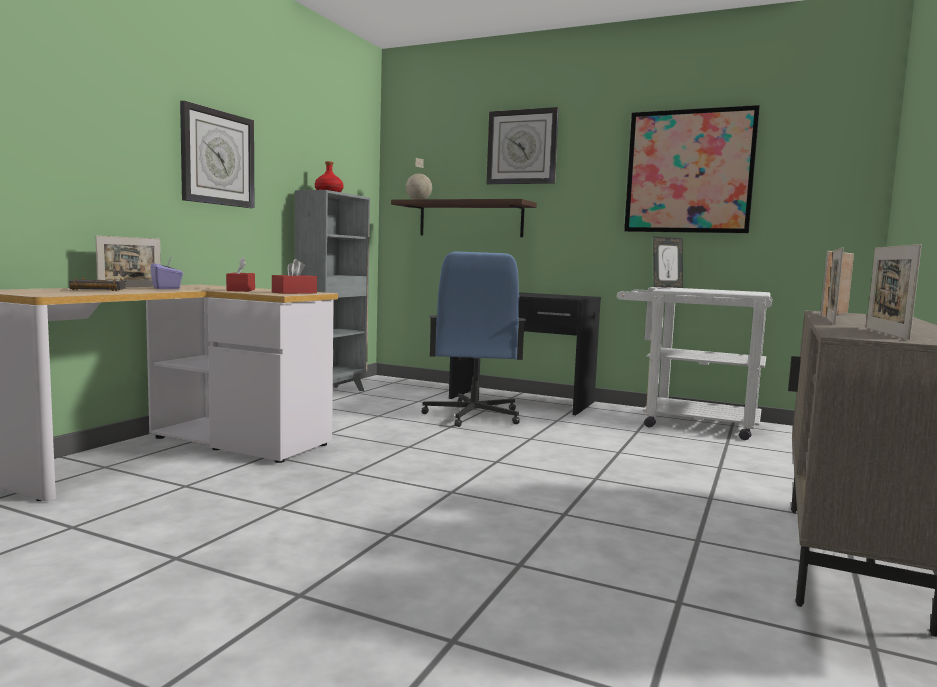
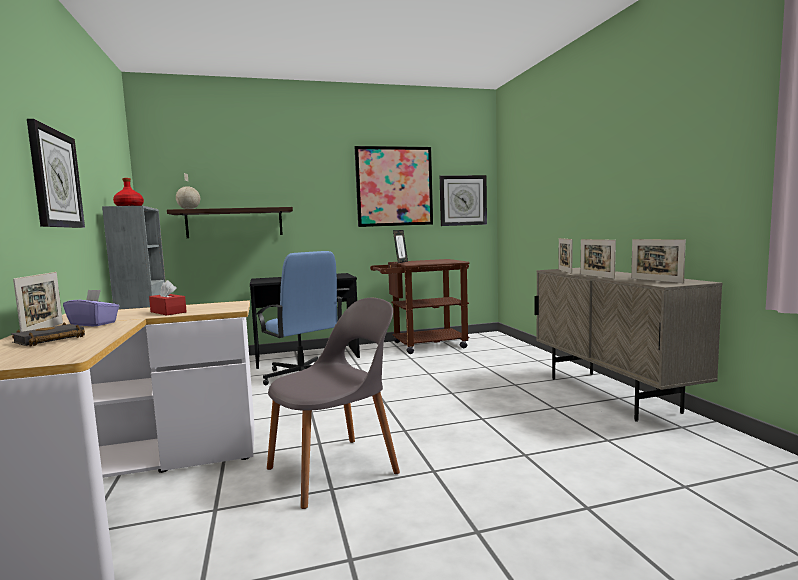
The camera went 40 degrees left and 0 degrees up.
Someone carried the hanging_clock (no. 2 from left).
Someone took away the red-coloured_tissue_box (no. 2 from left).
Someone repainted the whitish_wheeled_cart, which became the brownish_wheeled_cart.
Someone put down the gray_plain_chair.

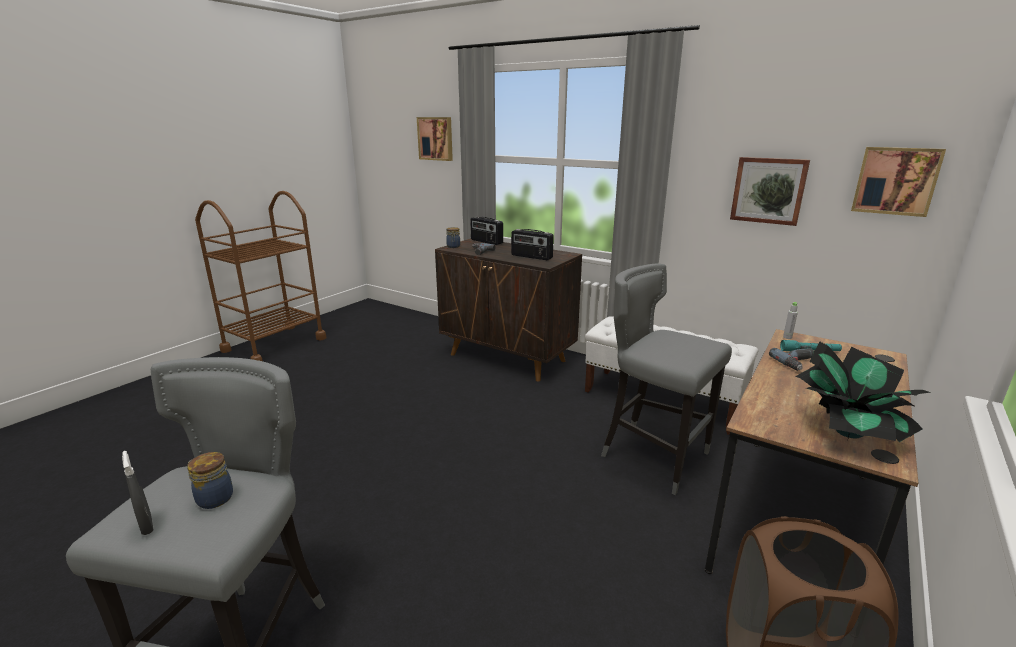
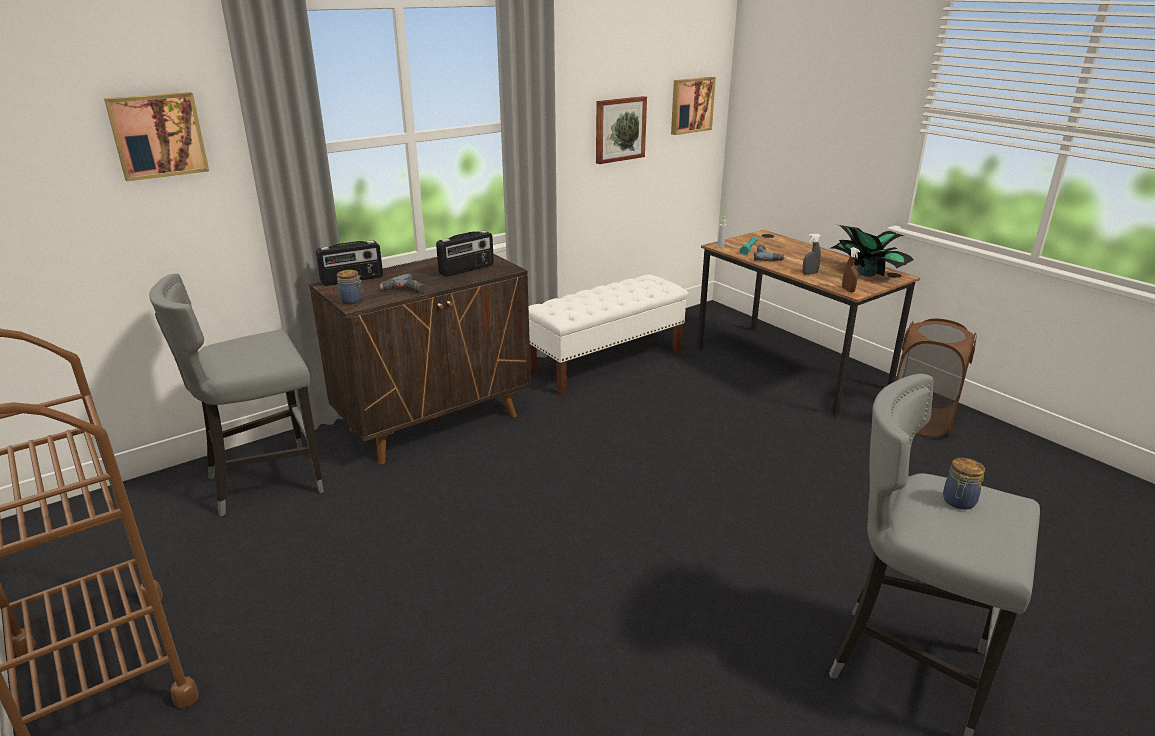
The camera went 70 degrees left and 5 degrees up.
Someone carried the gray_stool (no. 2 from left in the first image).
Someone carried the gray_spray_bottle.
Someone put down the brownish_spray_bottle.

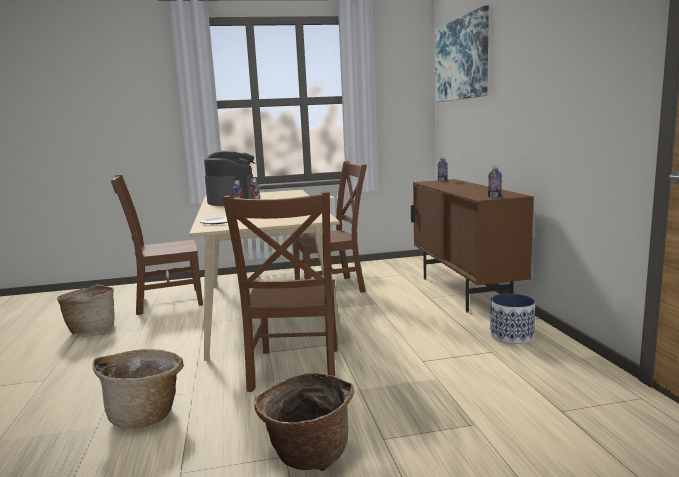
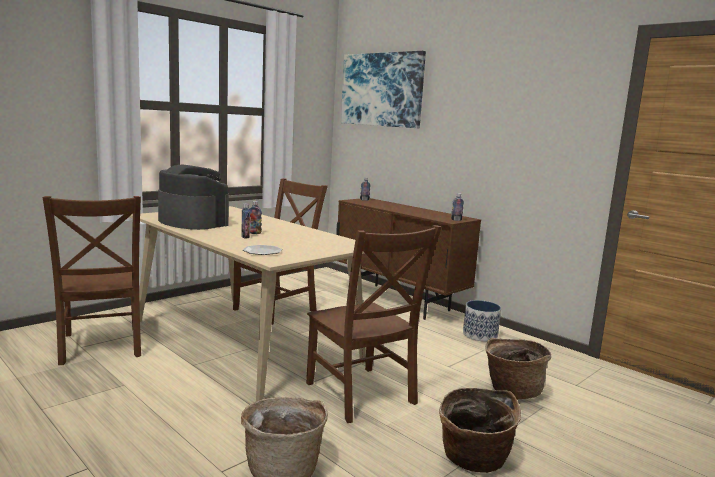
The camera went 35 degrees left and 0 degrees up.
Someone rotated the brownish_plain_chair (no. 1 from left) by 60 degrees counterclockwise.
Someone carried the basket (no. 1 from left in the first image).

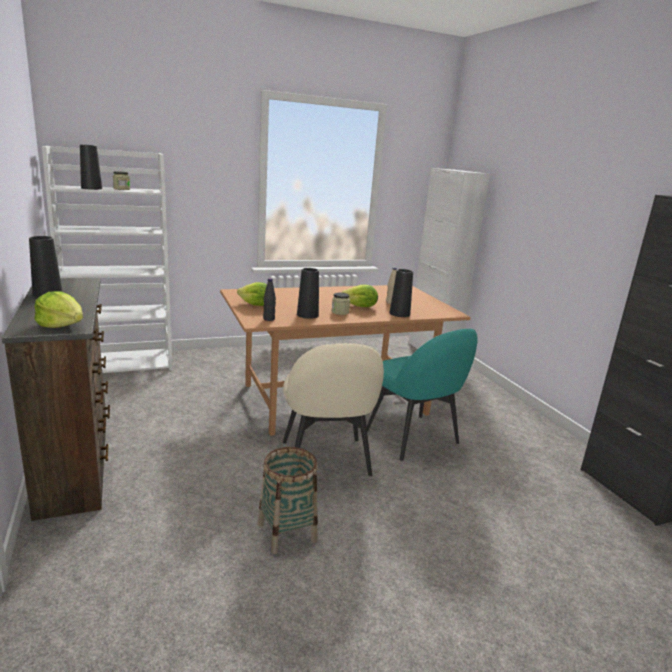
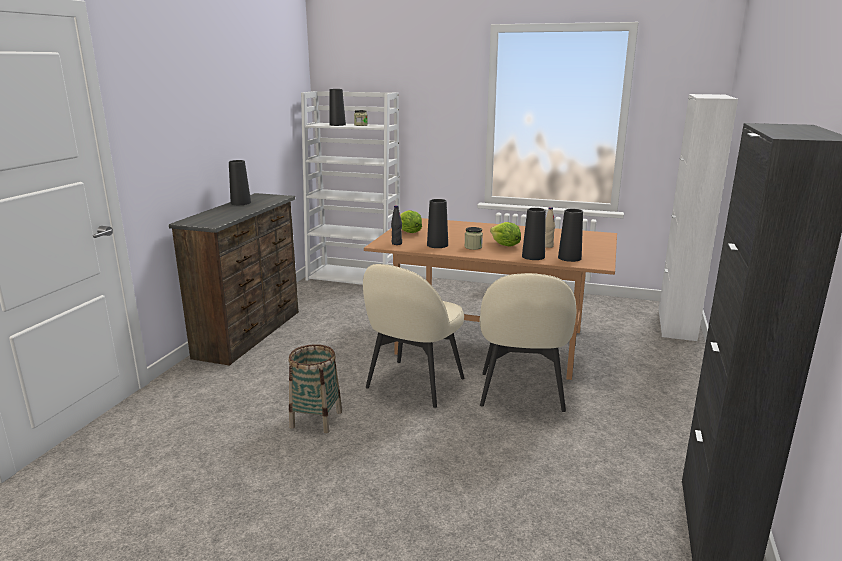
The camera went 40 degrees right and 0 degrees up.
Someone took away the head_of_lettuce (no. 1 from left).
Someone repainted the turquoise-coloured_plain_chair, which became the beige-coloured_plain_chair (no. 2 from left).
Someone put down the black_flower_vase (no. 5 from left).

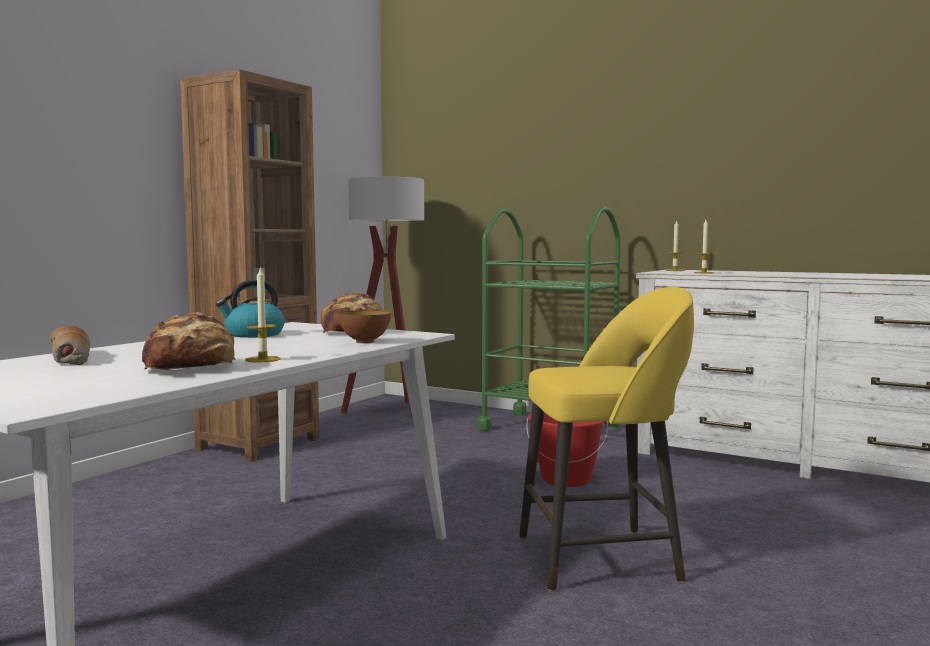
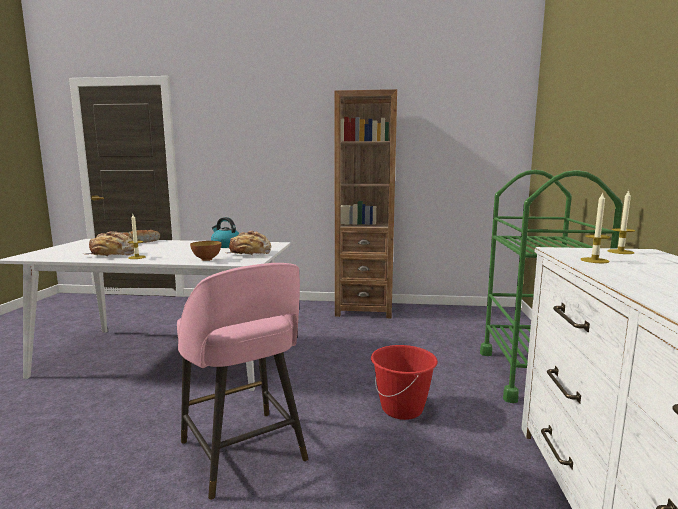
The camera went 65 degrees right and 5 degrees up.
Someone took away the floor_lamp.
Someone repainted the yellow_stool, which became the pink-coloured_stool.

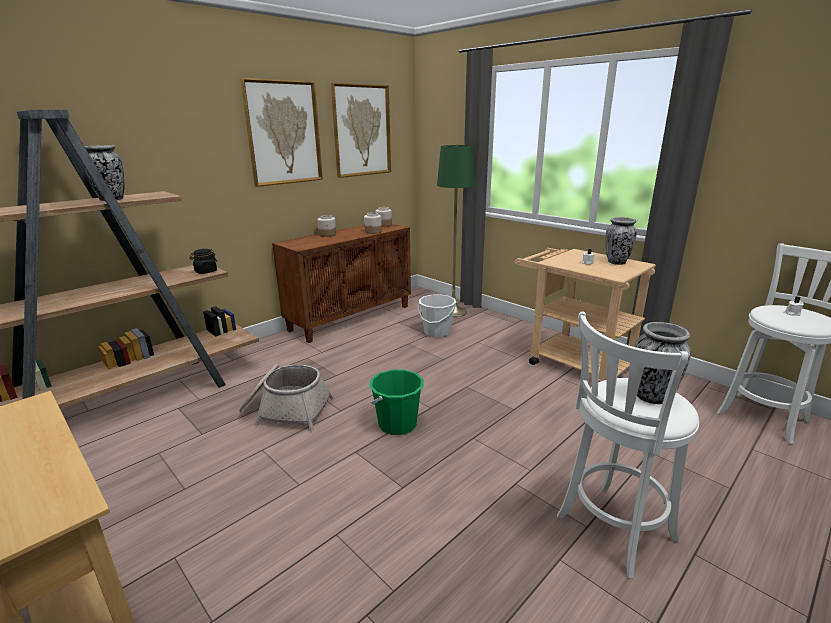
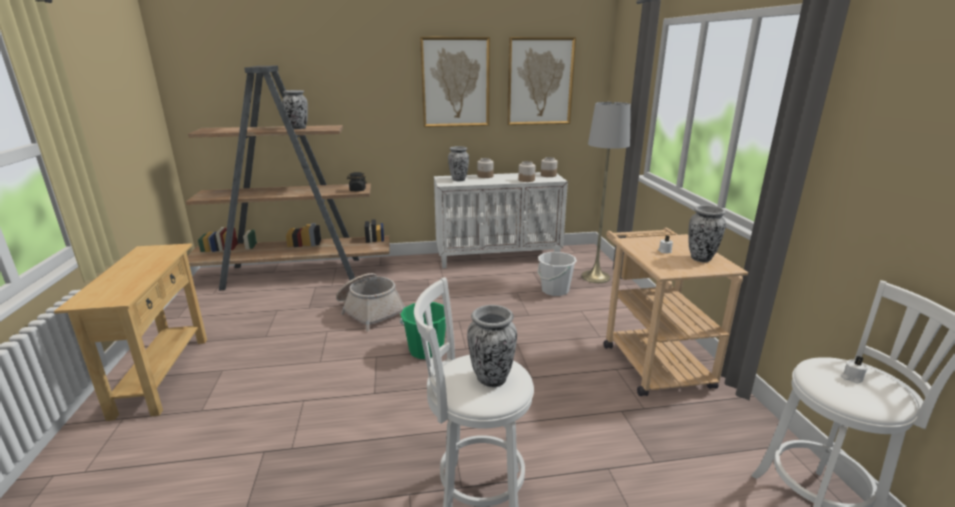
The camera went 35 degrees right and 0 degrees up.
Someone repainted the green_floor_lamp, which became the gray_floor_lamp.
Someone repainted the brownish_cupboard, which became the whitish_cupboard.
Someone put down the flower_vase (no. 2 from left).

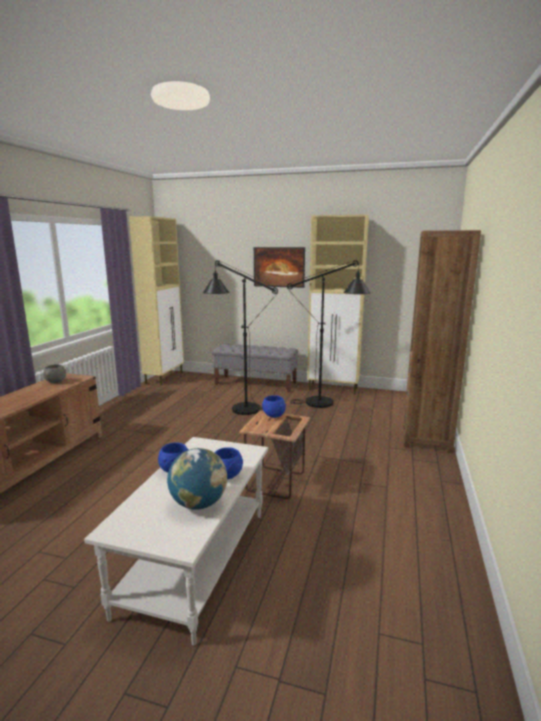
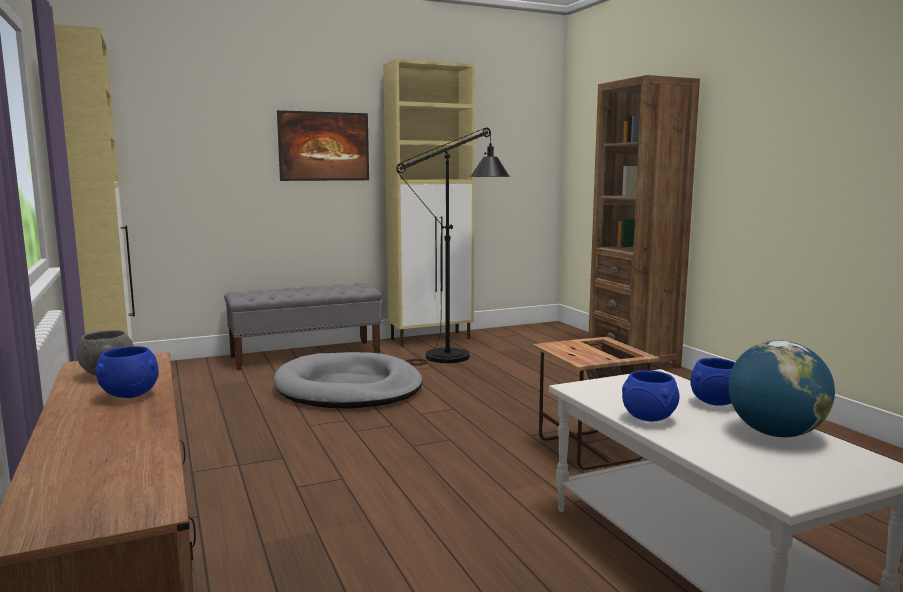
The camera went 40 degrees left and 5 degrees down.
Someone swapped the black_floor_lamp (no. 1 from left) for the gray_dog_cushion.
Someone carried the blue_deep_dish (no. 3 from left in the first image).

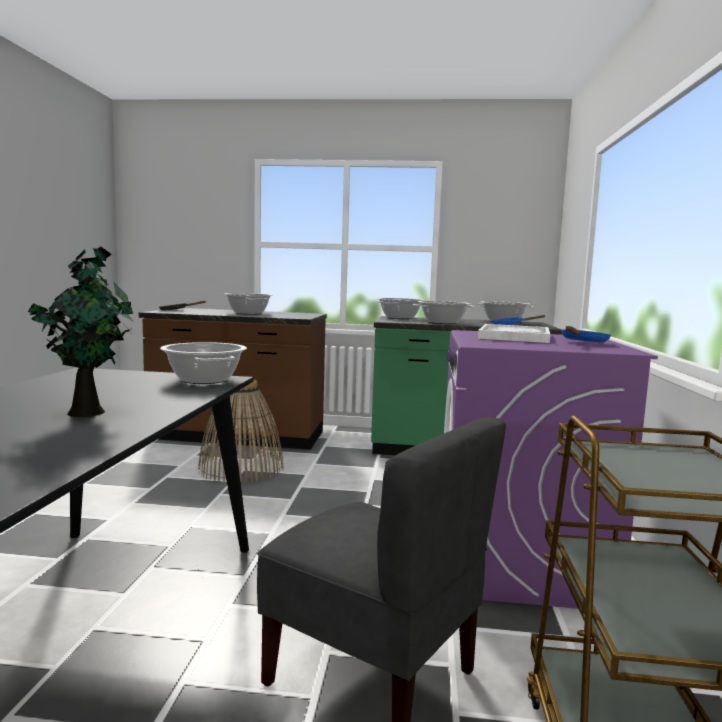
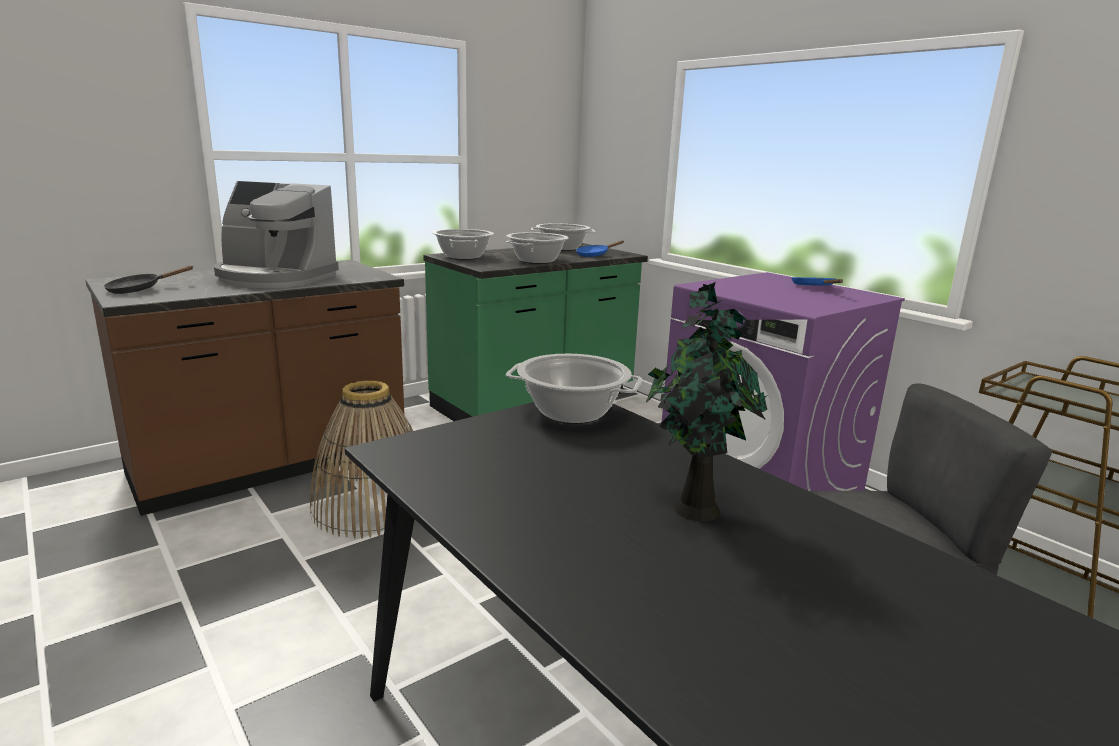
The camera went 45 degrees left and 10 degrees up.
Someone swapped the stockpot (no. 2 from left) for the coffee_brewer.
Someone took away the whitish_serving_tray.

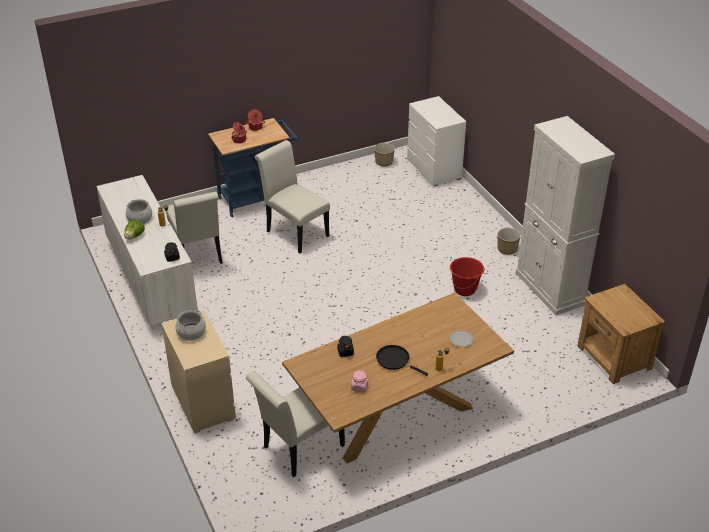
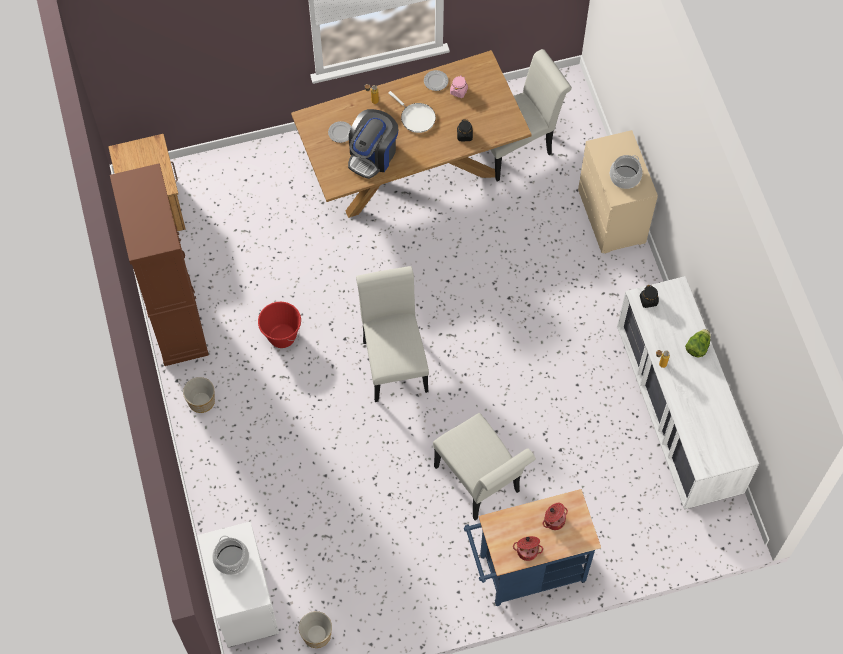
The camera went 170 degrees left and 25 degrees up.
Someone repainted the whitish_cupboard, which became the brownish_cupboard.
Someone carried the whitish_plain_chair (no. 1 from left).
Someone carried the stockpot (no. 1 from left).
Someone repainted the black_skillet, which became the whitish_skillet.
Someone put down the plate (no. 2 from left).
Someone put down the coffee_brewer.

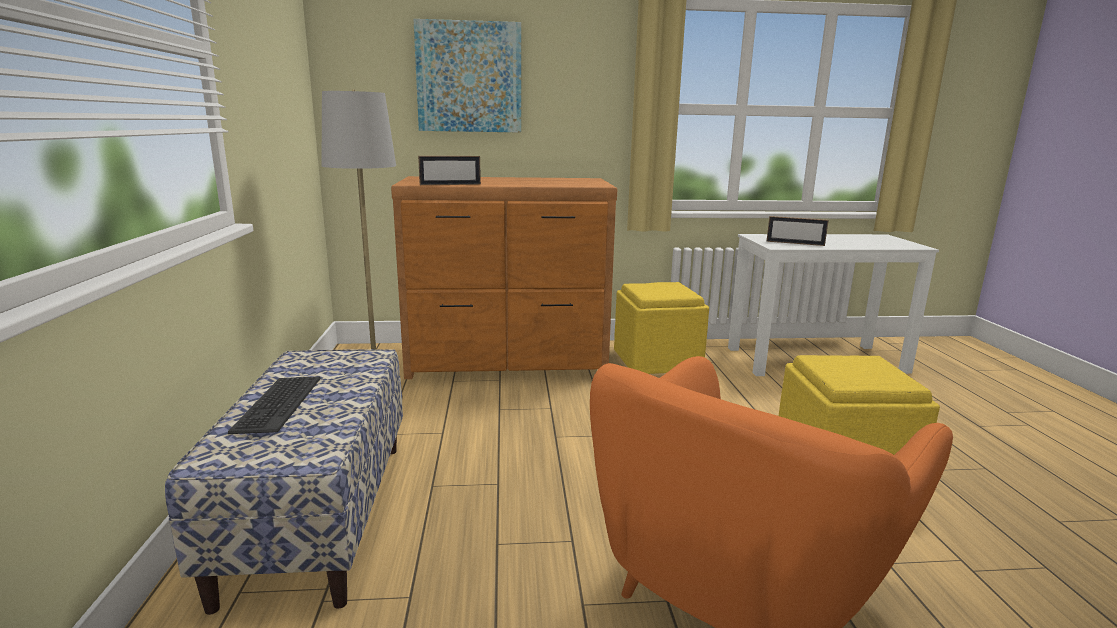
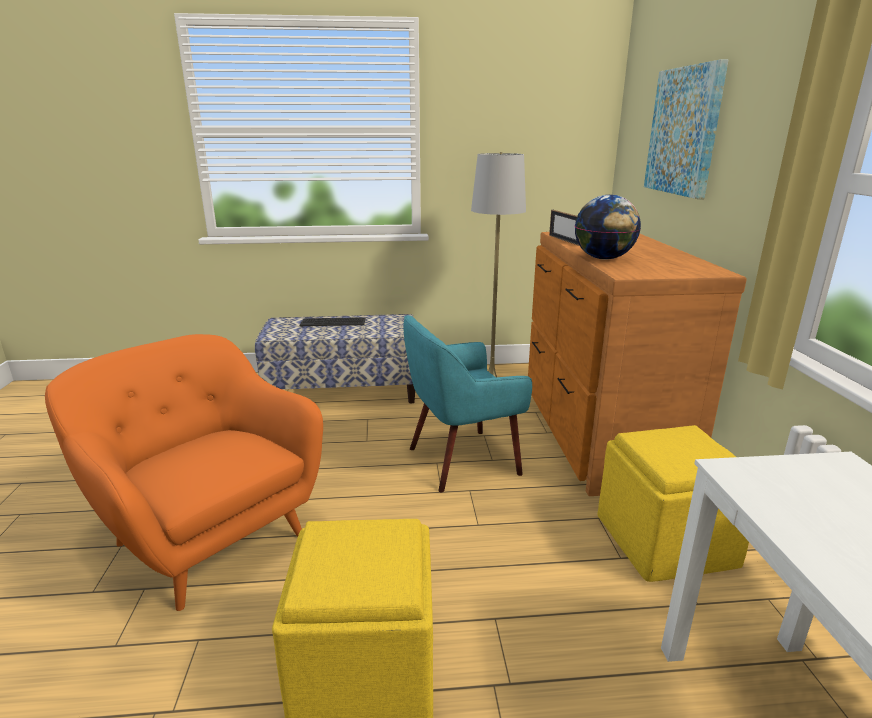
The camera went 90 degrees right and 5 degrees up.
Someone took away the standing_frame (no. 2 from left).
Someone put down the globe.
Someone put down the turquoise-coloured_easy_chair.

